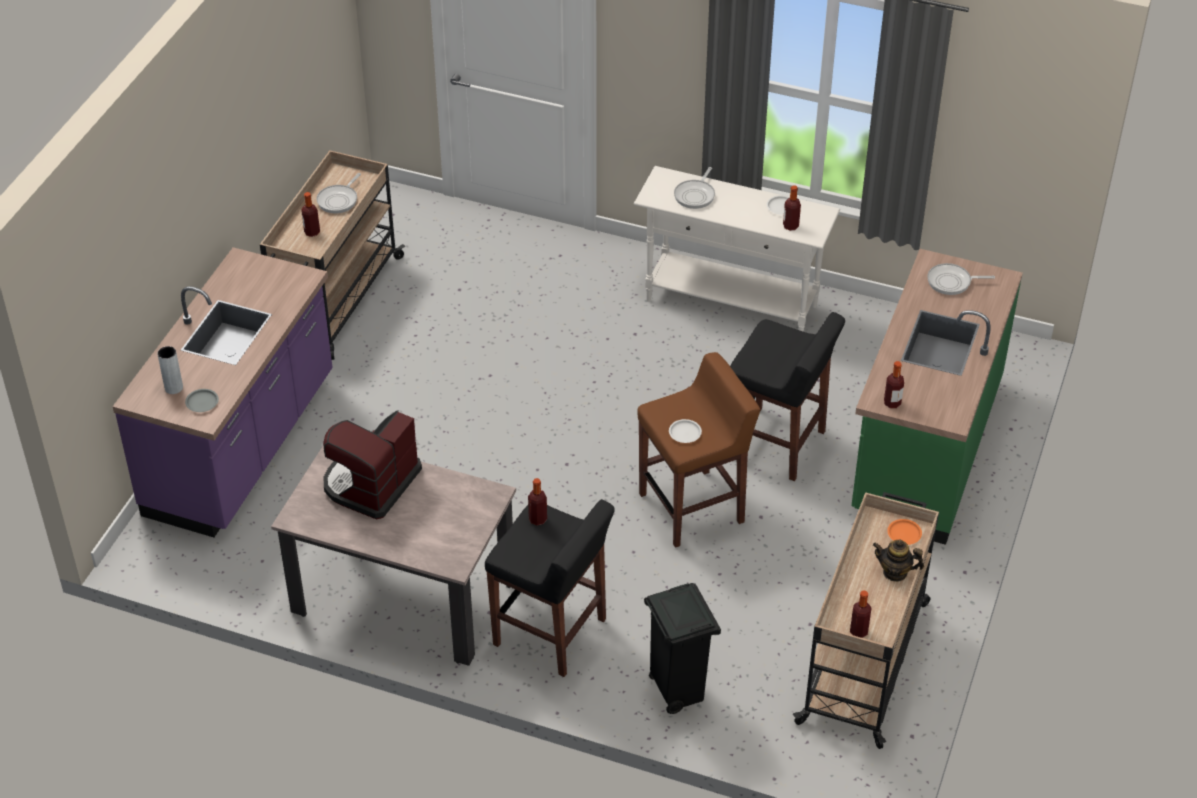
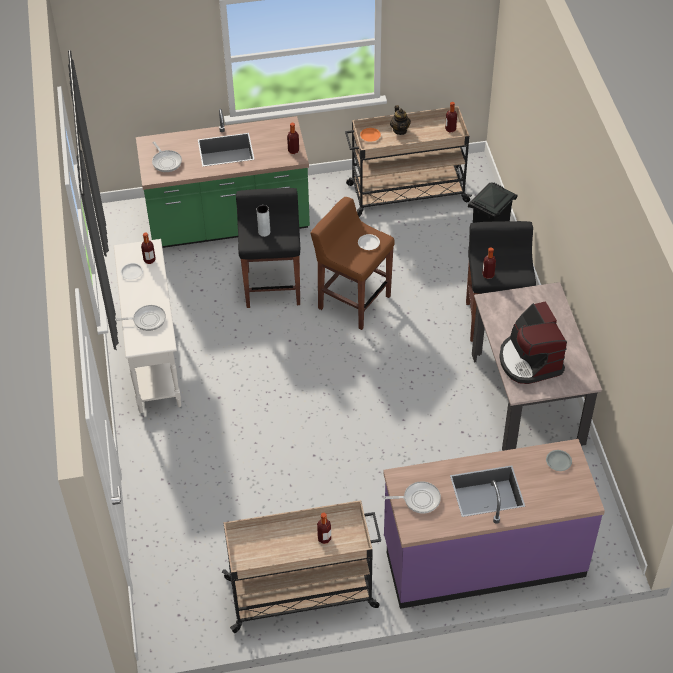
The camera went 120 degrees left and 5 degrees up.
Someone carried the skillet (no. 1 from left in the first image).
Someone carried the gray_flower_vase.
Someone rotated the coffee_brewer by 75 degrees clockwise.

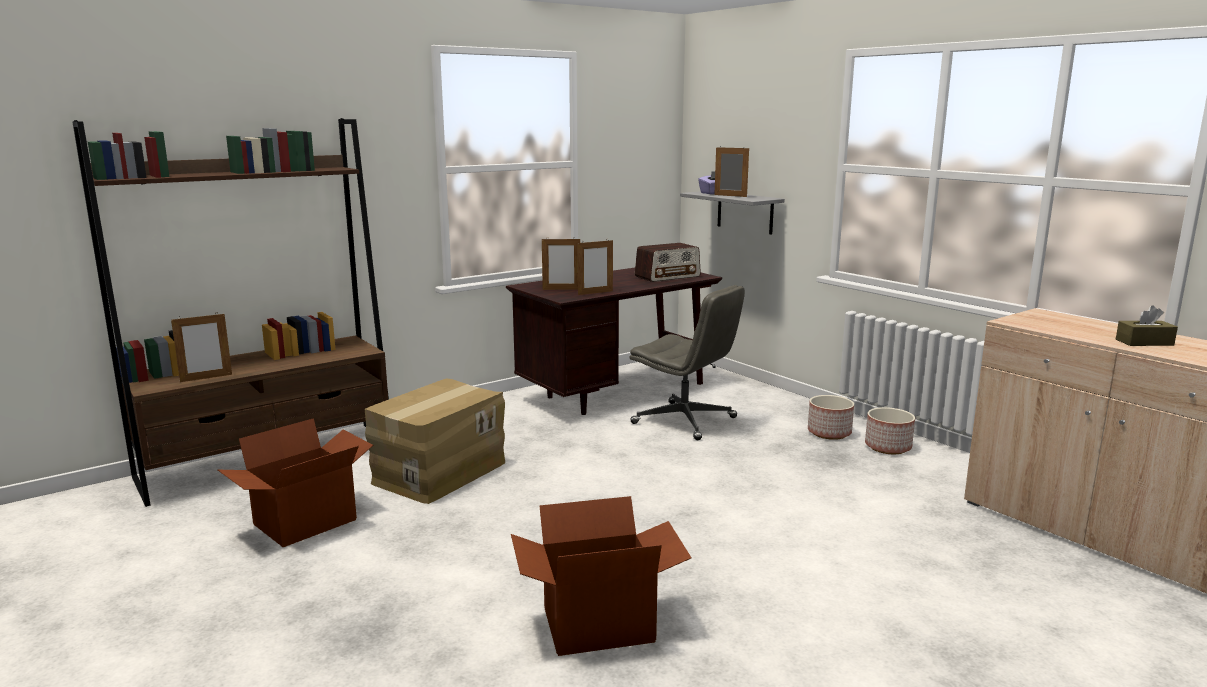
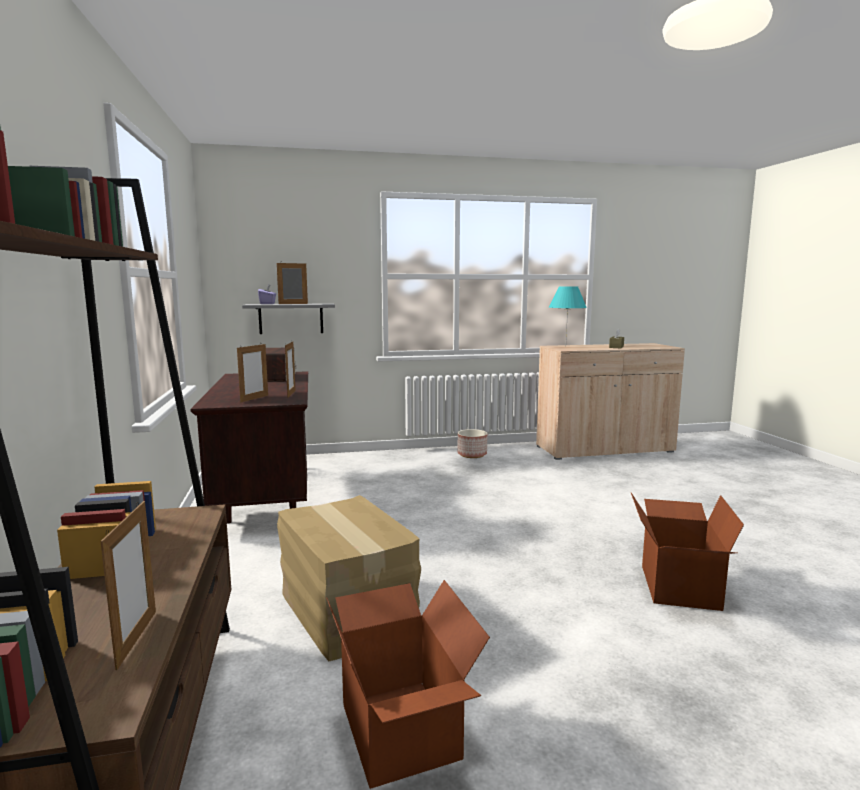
The camera went 65 degrees left and 5 degrees down.
Someone took away the gray_office_chair.
Someone took away the planter (no. 1 from left).
Someone put down the turquoise-coloured_table_lamp.

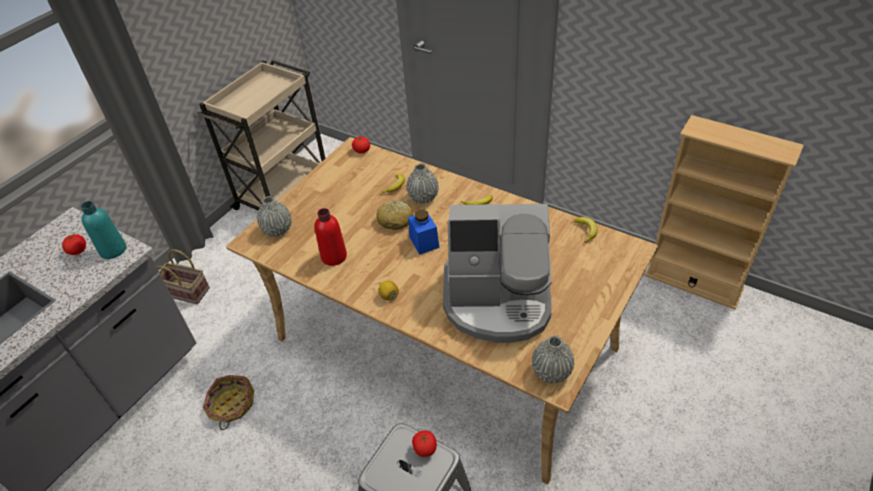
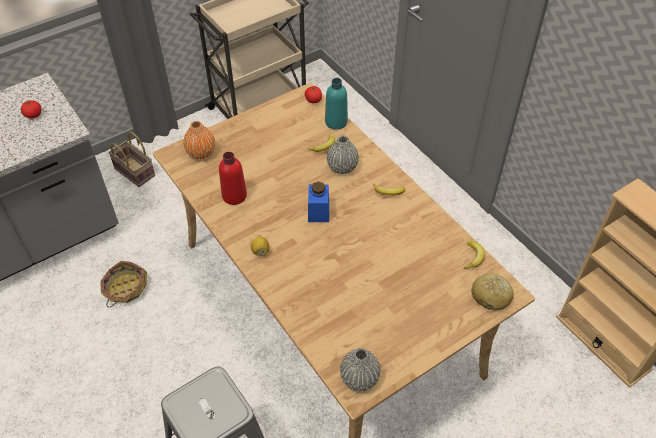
The camera went 20 degrees right and 5 degrees up.
Someone repainted the gray_flower_vase (no. 1 from left), which became the orange_flower_vase.
Someone carried the baked_bread.
Someone carried the turquoise-coloured_bottle.
Someone took away the coffee_brewer.
Someone took away the fresh_tomato (no. 3 from left).

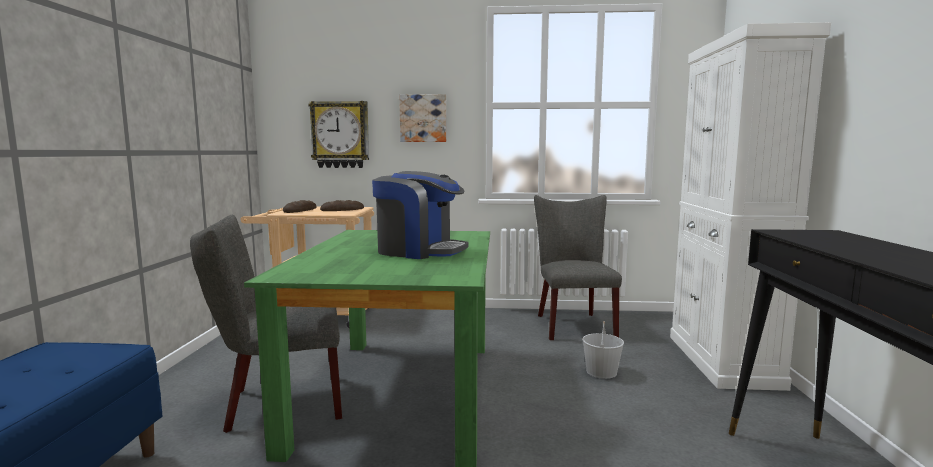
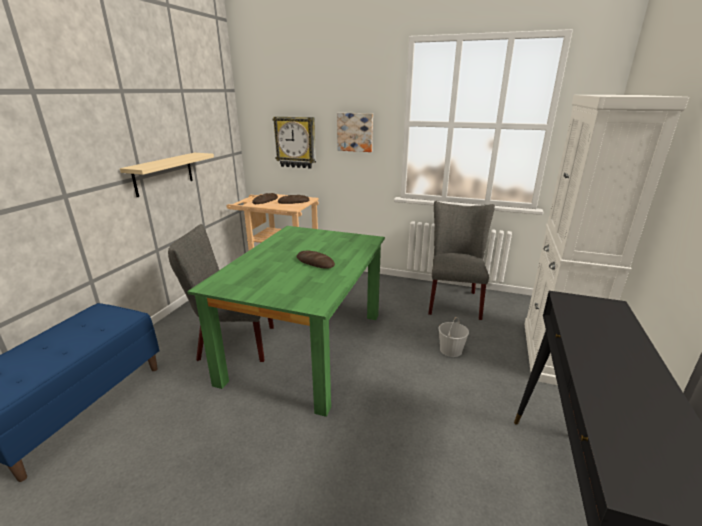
The camera went 15 degrees right and 15 degrees up.
Someone swapped the coffee_brewer for the baked_bread (no. 3 from left).
Someone put up the beige-coloured_shelf.

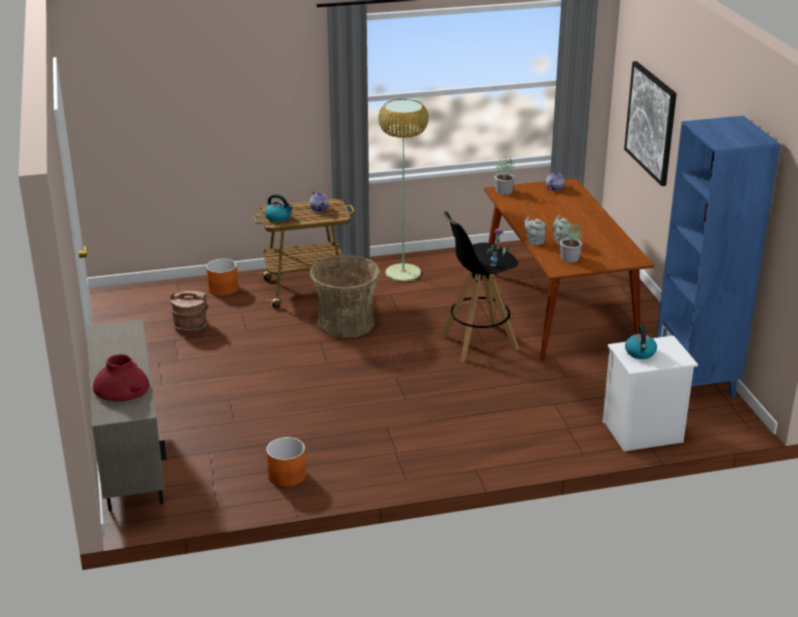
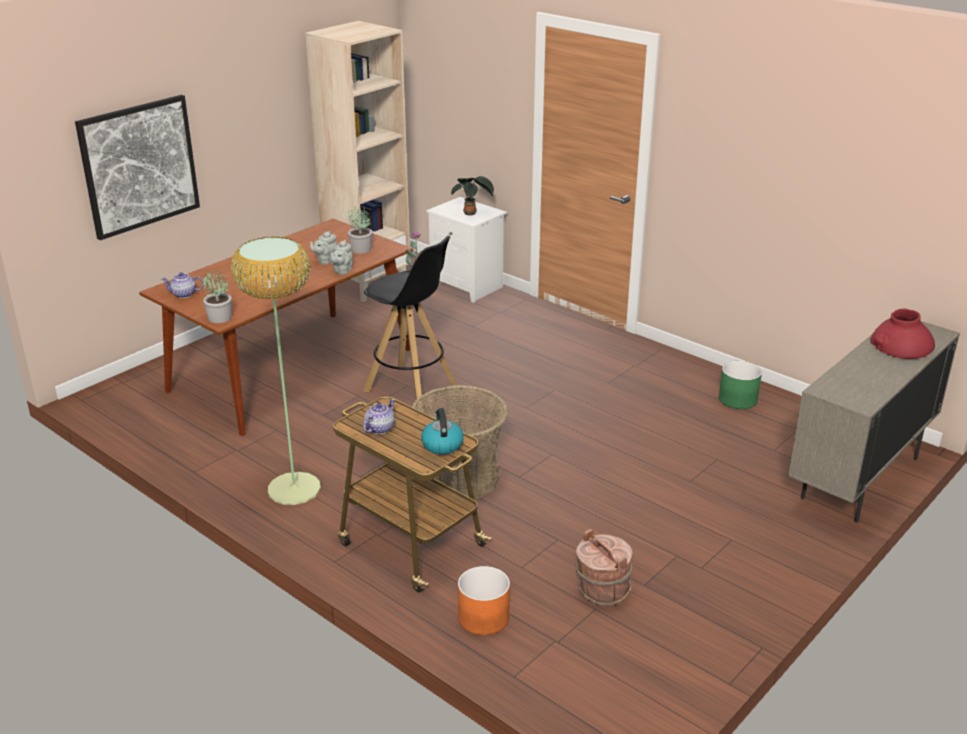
The camera went 125 degrees left and 0 degrees up.
Someone repainted the blue_shelving_unit, which became the beige-coloured_shelving_unit.
Someone swapped the tea_kettle (no. 2 from left) for the plant_in_a_pot (no. 3 from left).
Someone repainted the orange_planter (no. 2 from left), which became the green_planter.

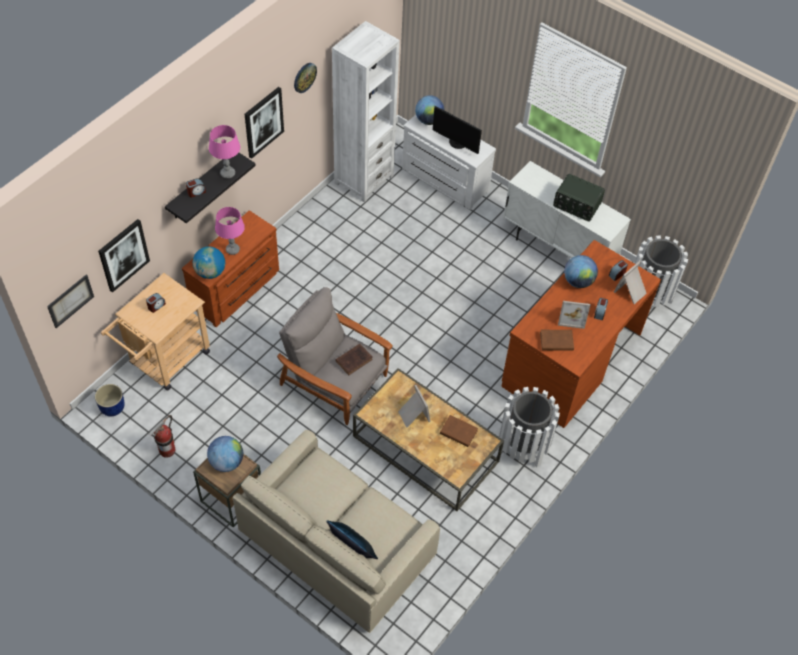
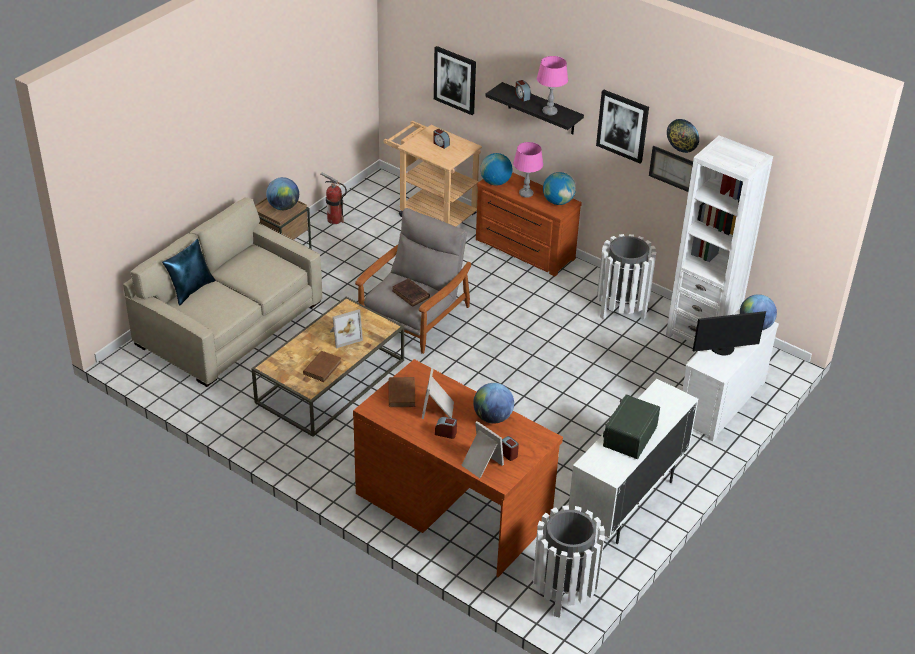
The camera went 90 degrees right and 15 degrees down.
Someone rotated the computer_display by 135 degrees counterclockwise.
Someone carried the wall_art (no. 1 from left in the first image).
Someone took away the blue_planter.
Someone carried the whitish_trash_can (no. 1 from left in the first image).
Someone put down the globe (no. 4 from left).

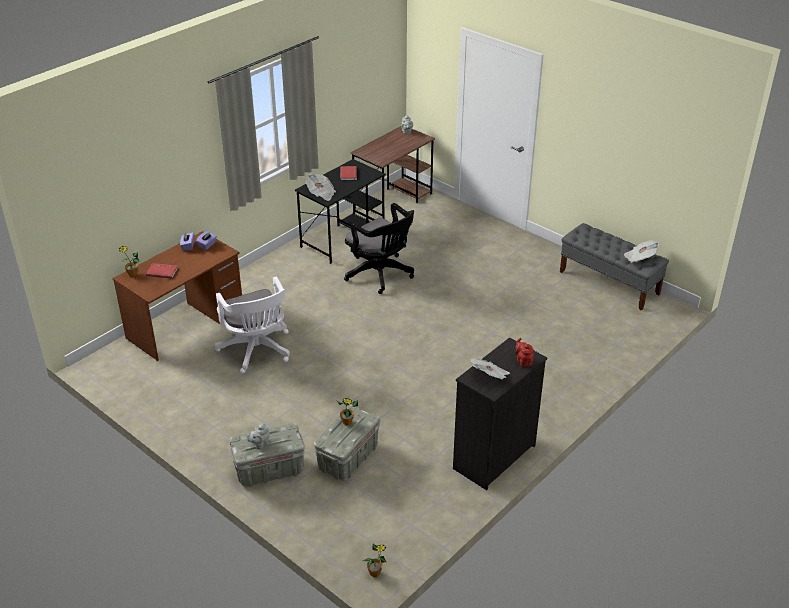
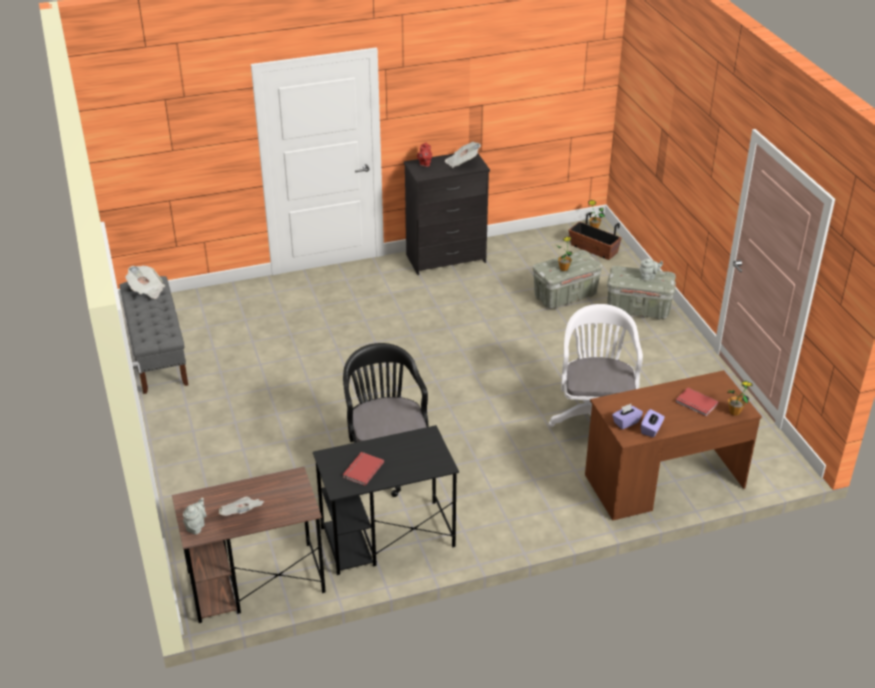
The camera went 150 degrees left and 0 degrees up.
Someone carried the newspaper (no. 1 from left in the first image).
Someone put down the planter.

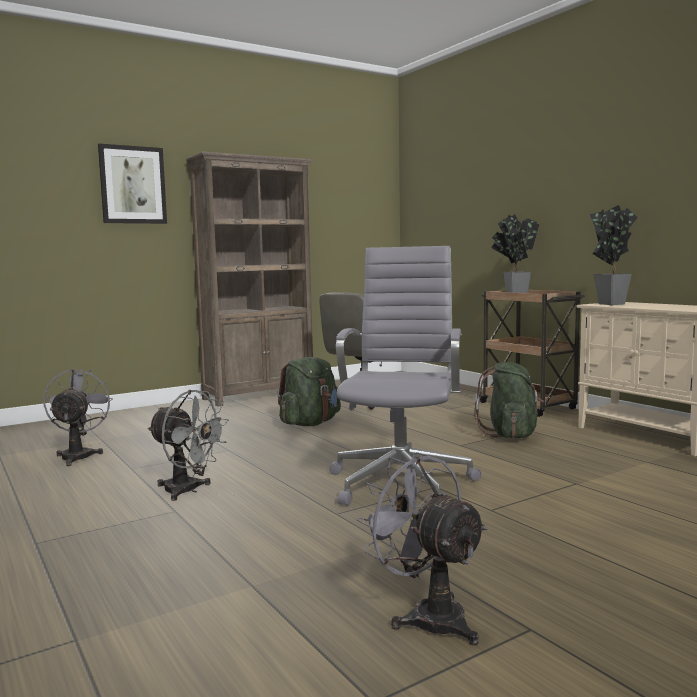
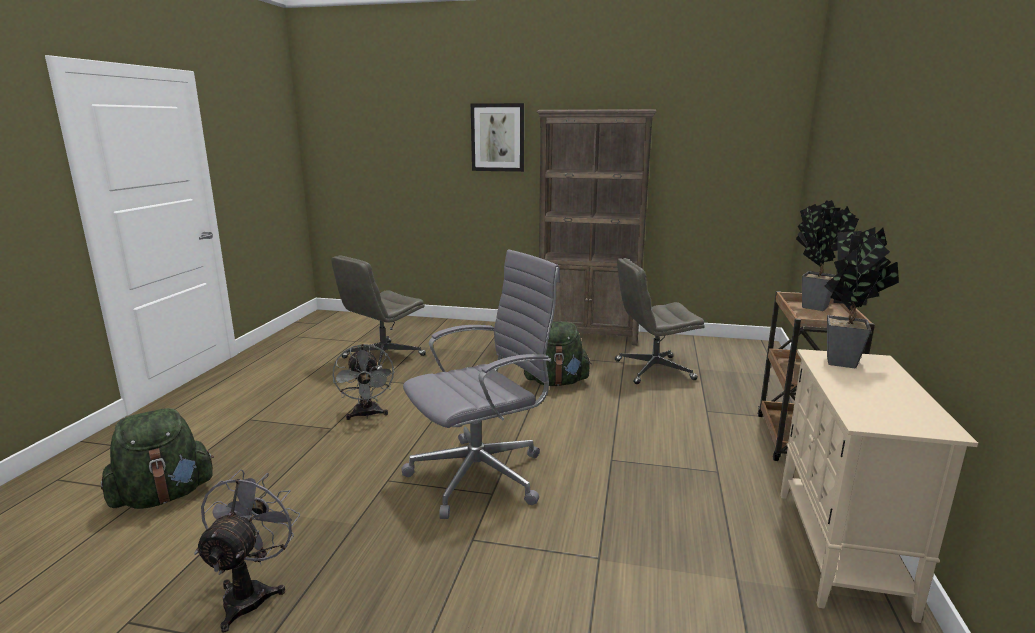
The camera went 45 degrees right and 10 degrees up.
Someone carried the green_rucksack (no. 2 from left in the first image).
Someone swapped the gray_cooling_fan (no. 1 from left) for the gray_office_chair (no. 1 from left).

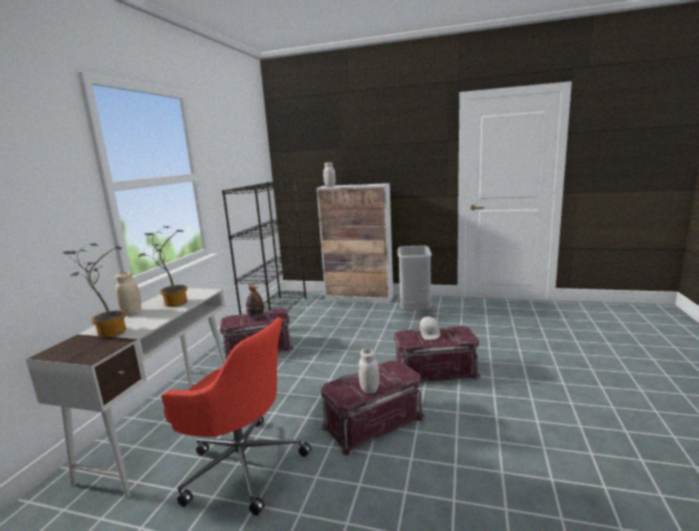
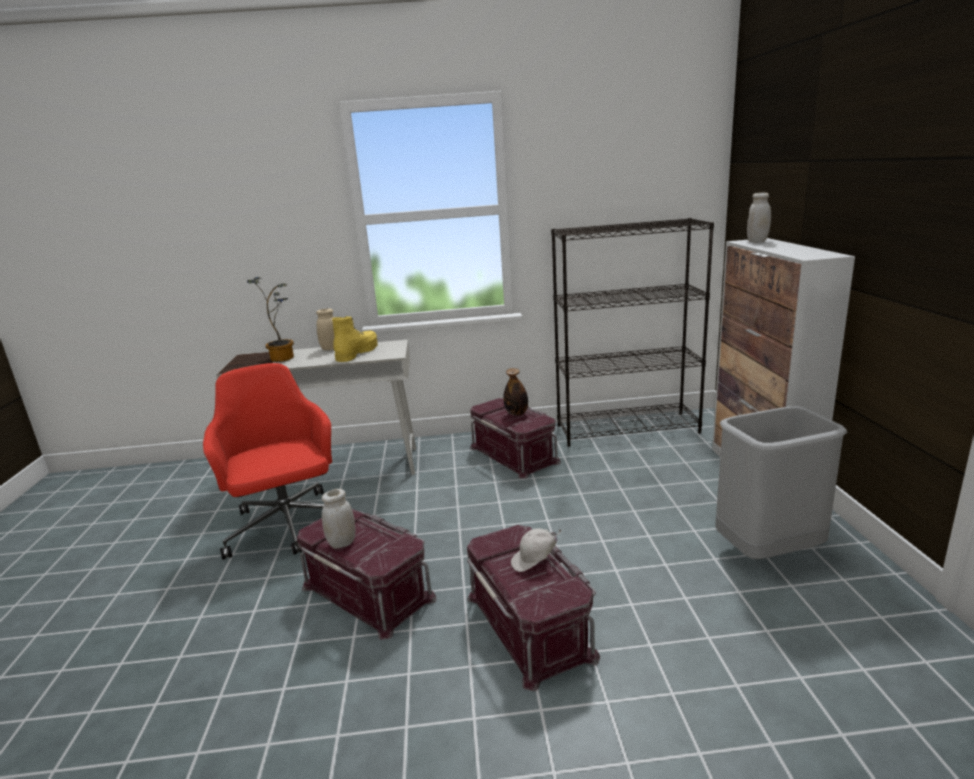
The camera went 70 degrees right and 5 degrees up.
Someone swapped the plant_in_a_pot (no. 2 from left) for the yellow_high-top_boot.
Someone rotated the red-coloured_office_chair by 150 degrees clockwise.

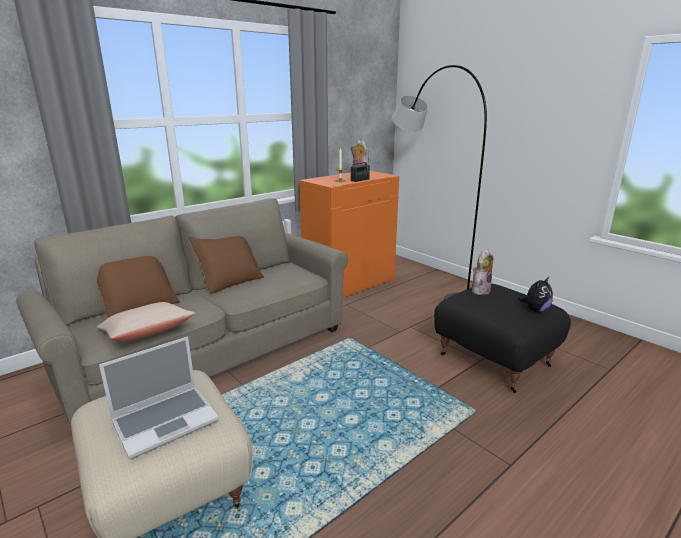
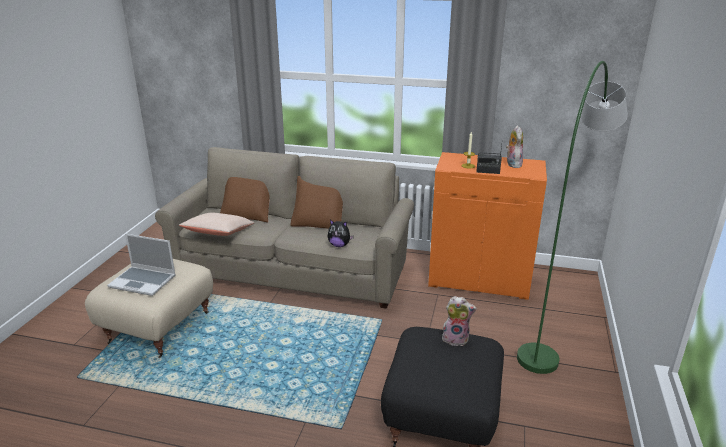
The camera went 55 degrees right and 5 degrees up.
Someone repainted the gray_floor_lamp, which became the green_floor_lamp.
Someone carried the cuddly_toy (no. 3 from left in the first image).

